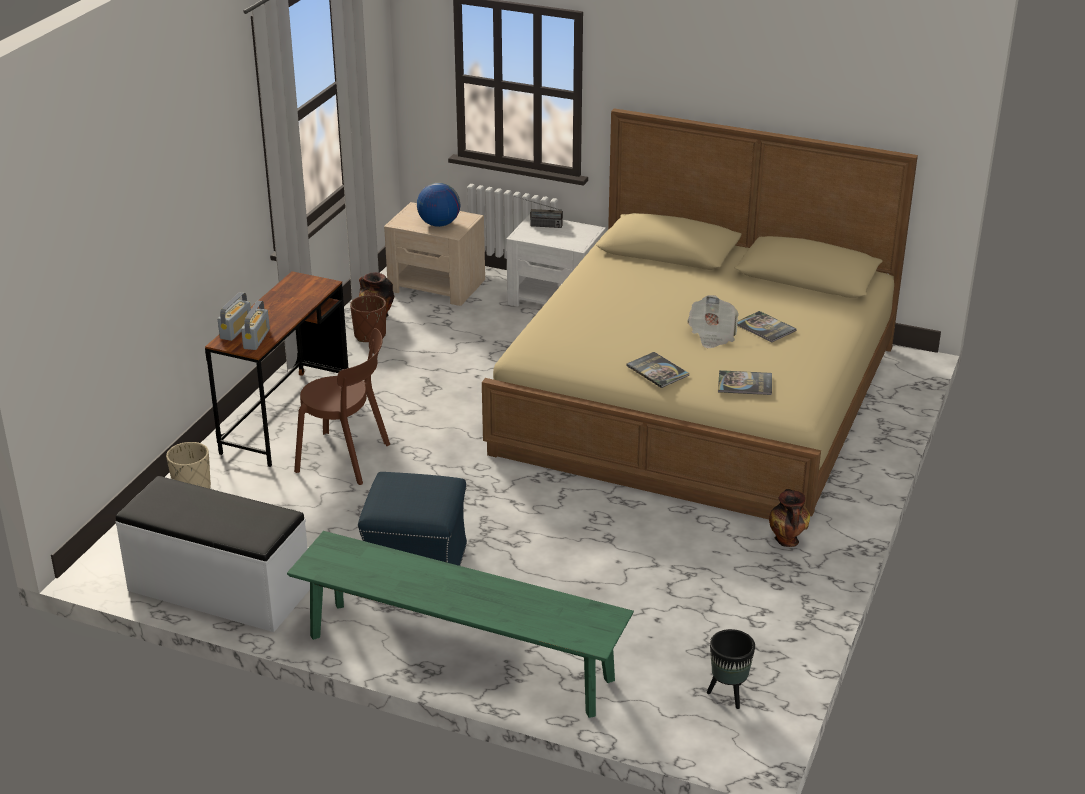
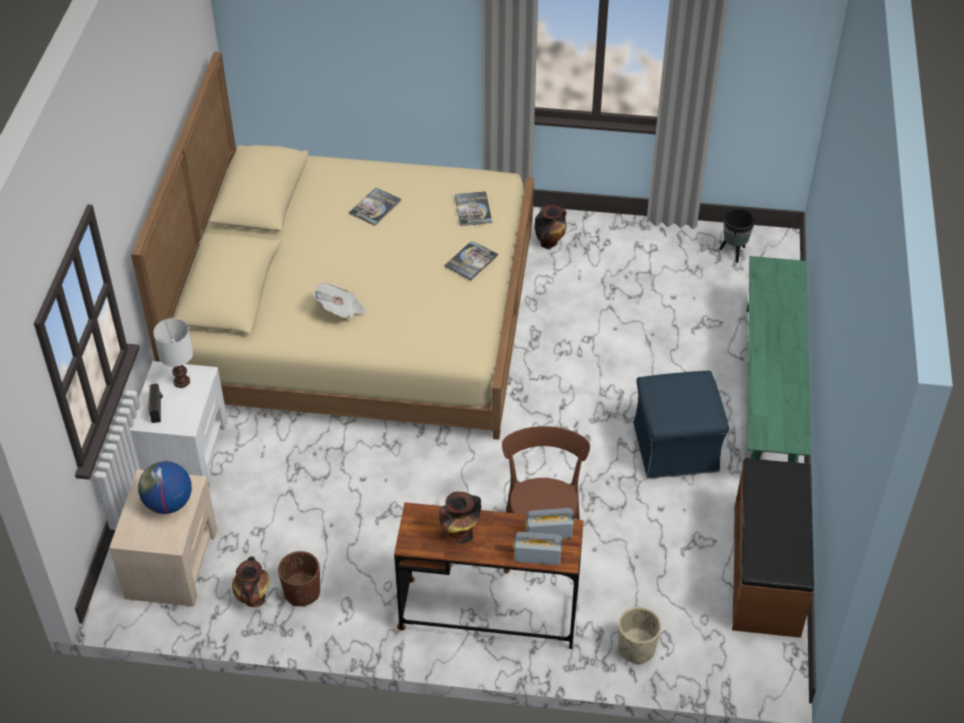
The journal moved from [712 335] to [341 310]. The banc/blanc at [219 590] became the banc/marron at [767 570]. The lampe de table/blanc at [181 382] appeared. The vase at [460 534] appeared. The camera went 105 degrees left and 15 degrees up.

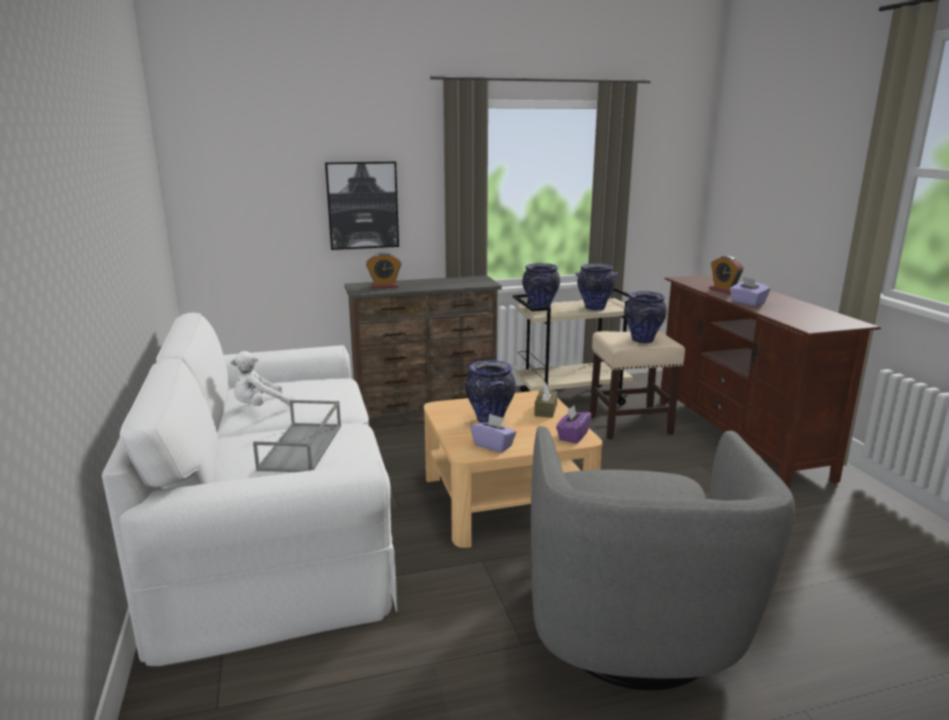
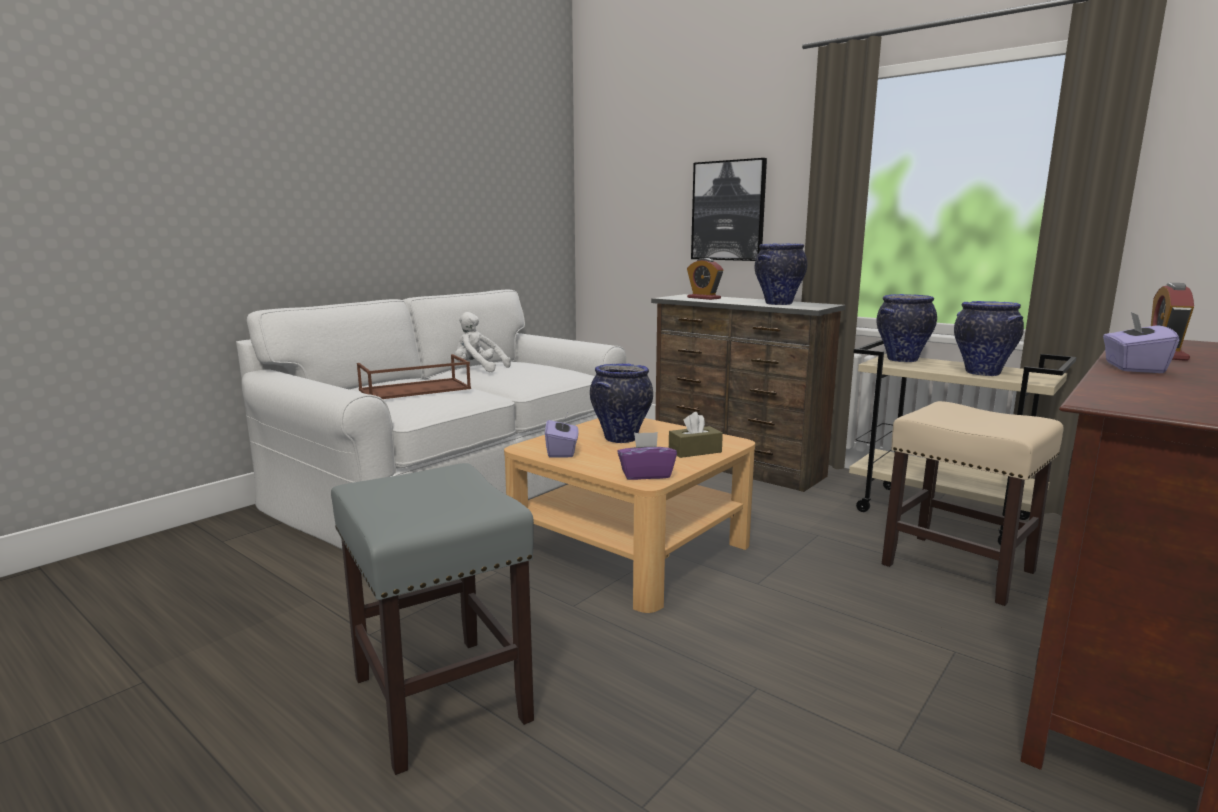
The vase moved from [642 340] to [778 304]. The plateau/gris at [302 447] became the plateau/marron at [414 390]. The fauteuil/gris at [631 632] was replaced by the tabouret/gris at [439 697]. The camera went 55 degrees right and 5 degrees down.

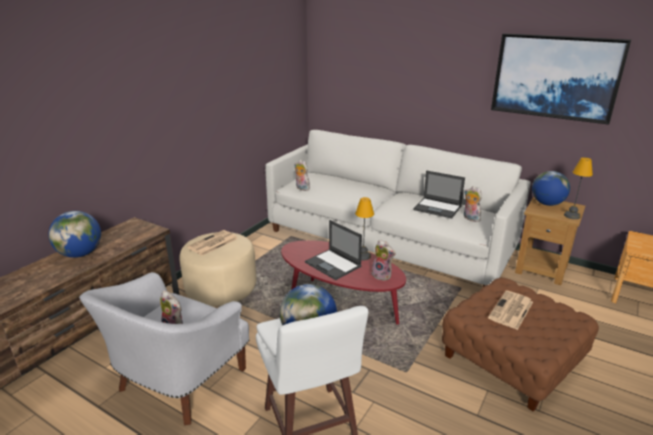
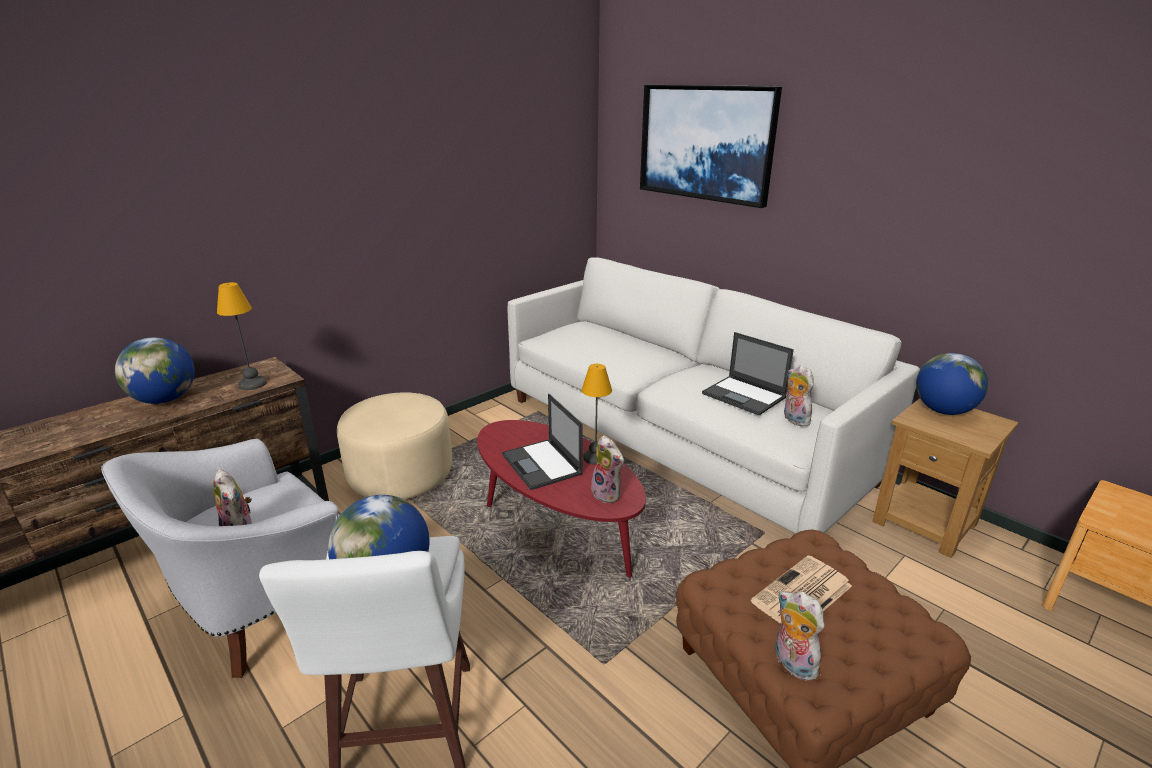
The tableau moved from [555 77] to [705 143]. The lampe de table moved from [571 215] to [253 384]. The peluche moved from [301 188] to [791 663]. The journal at [212 243] disappeared. The camera went 15 degrees right and 0 degrees up.

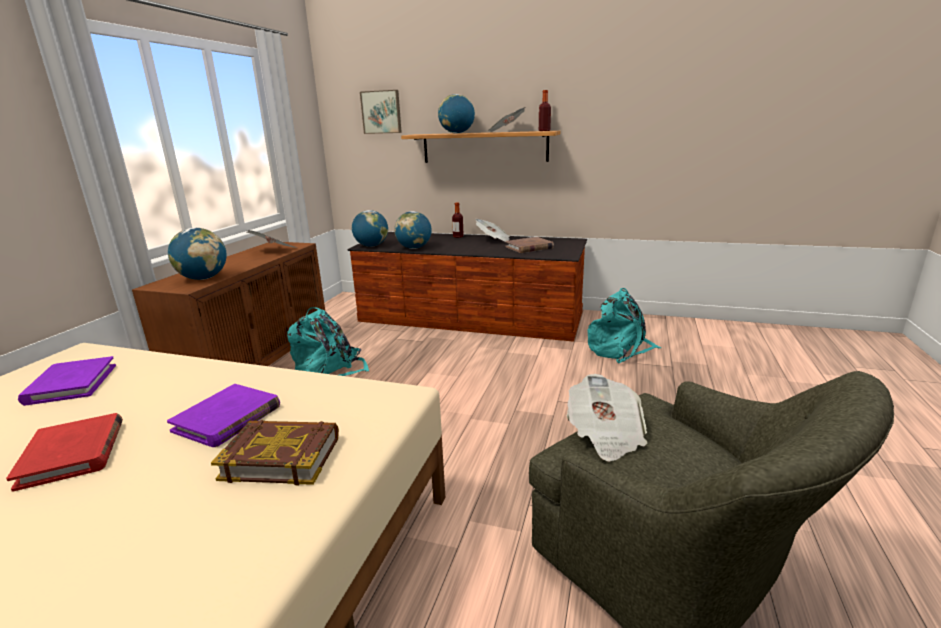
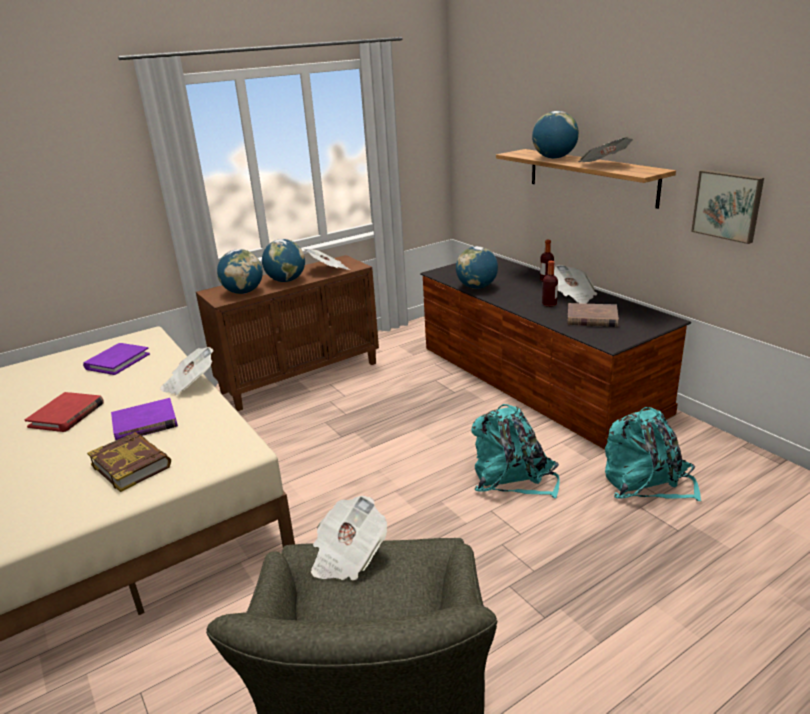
The tableau moved from [381 112] to [728 205]. The bouteille moved from [544 130] to [549 304]. The globe moved from [371 246] to [286 280]. The sac à dos/turquoise moved from [328 371] to [513 477]. The journal at [189 384] appeared. The camera went 40 degrees right and 5 degrees up.

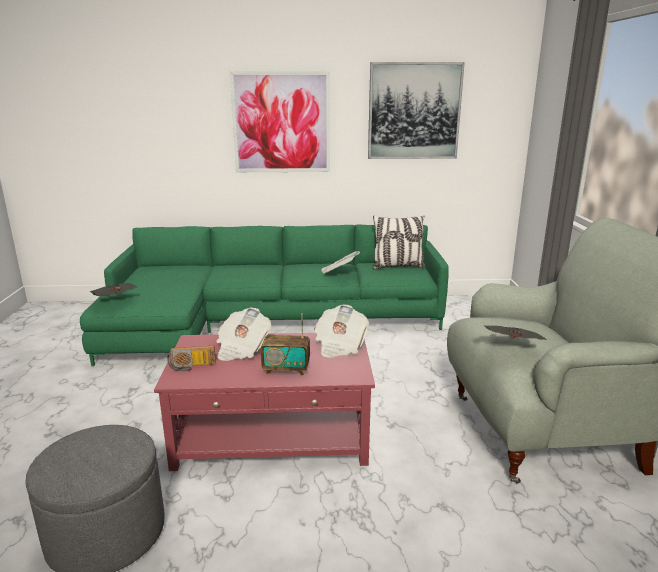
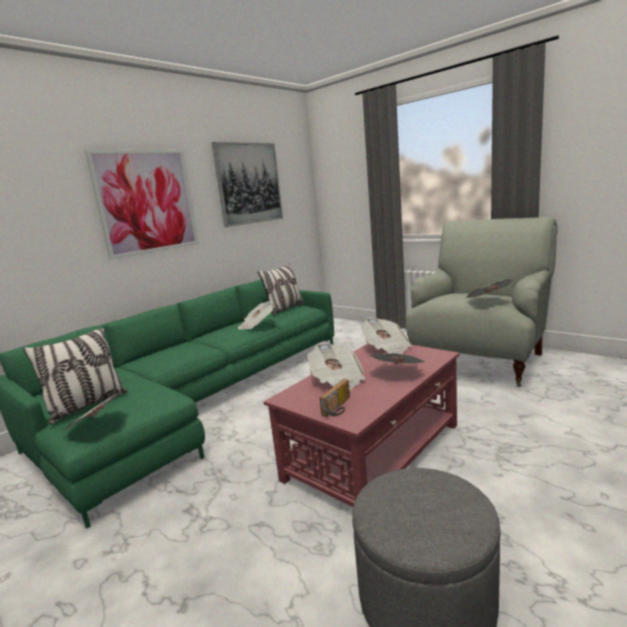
The radio at [286 369] was replaced by the journal at [398 373]. The coussin at [87 406] appeared. The camera went 45 degrees left and 5 degrees down.

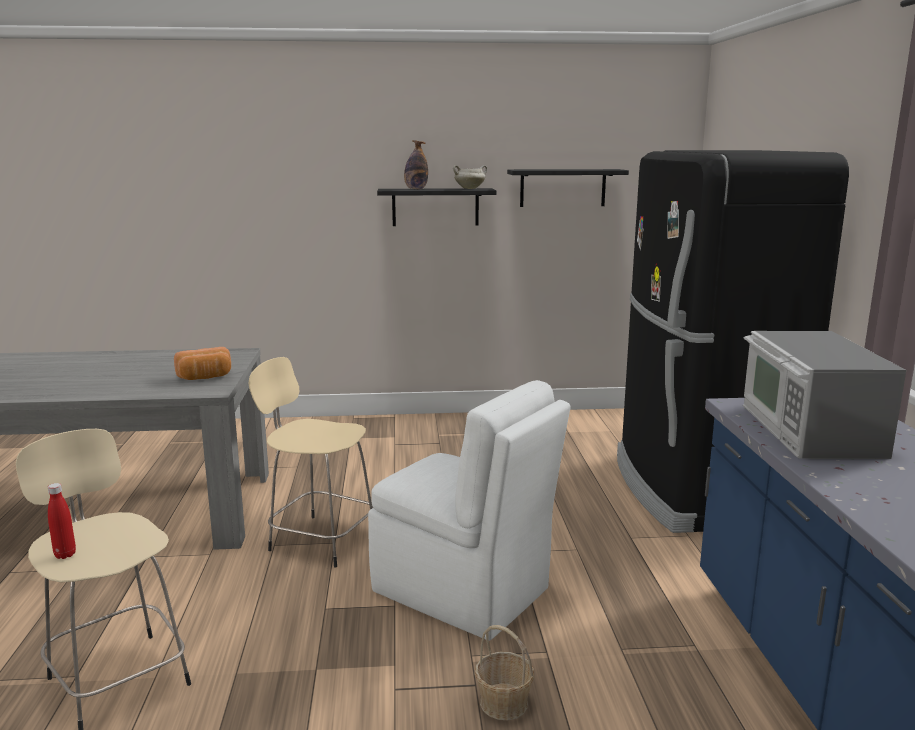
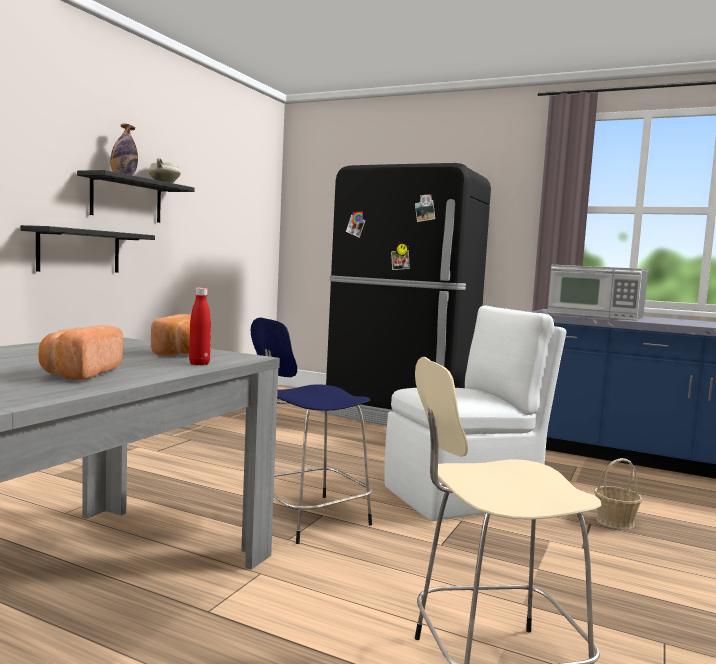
The étagère/noir moved from [562 187] to [79 251]. The tabouret/beige at [320 539] became the tabouret/bleu at [308 519]. The bouteille/rouge moved from [65 554] to [199 364]. The pain at [79 373] appeared. The camera went 60 degrees left and 10 degrees down.

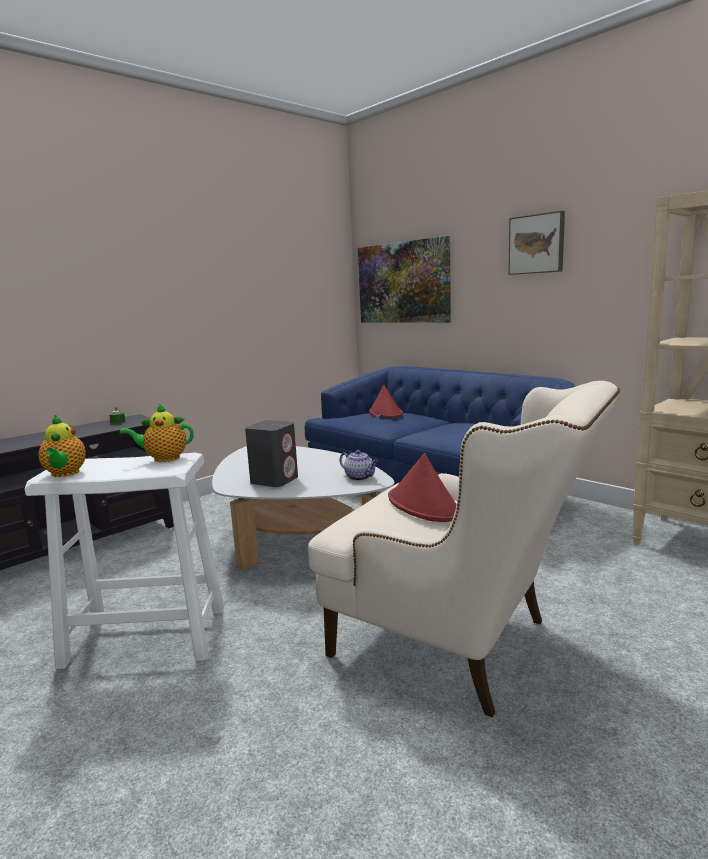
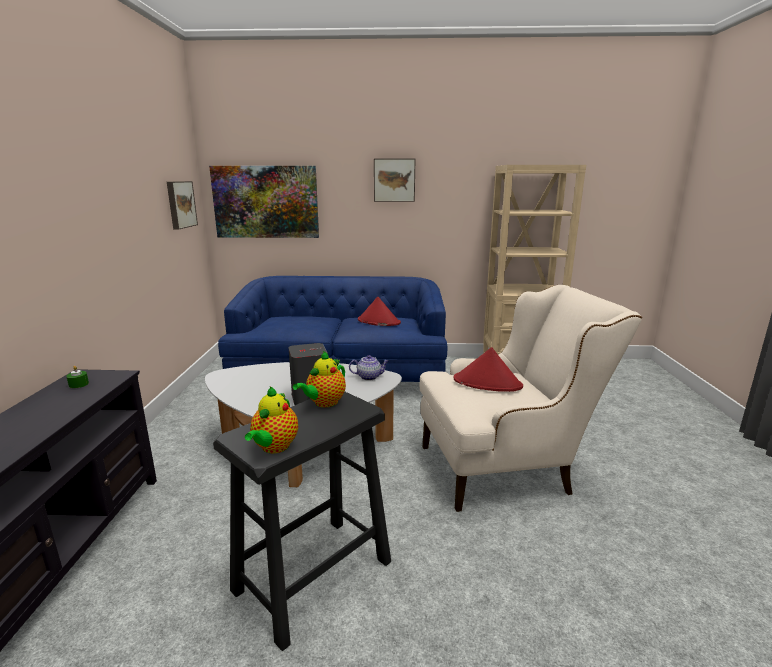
The chapeau/rouge moved from [385 413] to [378 321]. The théière at [65 474] turned 75 degrees clockwise. The tabouret/blanc at [147 636] became the tabouret/noir at [314 575]. The tableau at [180 204] appeared. The camera went 45 degrees left and 5 degrees up.

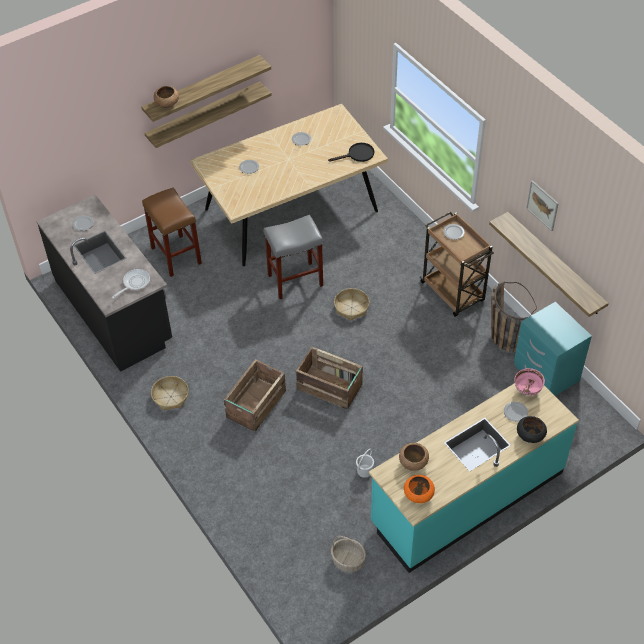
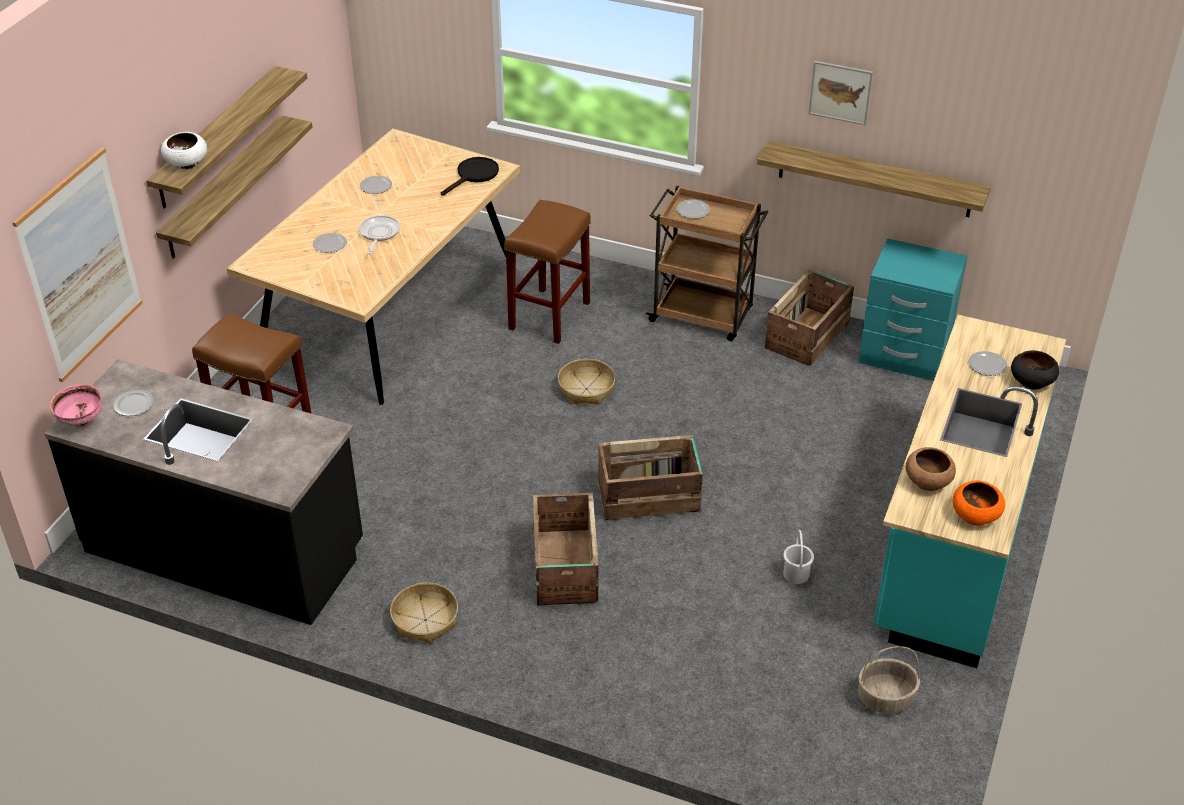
The bol/marron at [167 103] became the bol/blanc at [187 163]. The tabouret/gris at [294 281] disappeared. The poêle moved from [134 283] to [379 234]. The panier at [502 333] was replaced by the caisse at [808 335]. The bol/rose moved from [527 390] to [82 421]. The tableau at [80 265] appeared. The tabouret/marron at [549 316] appeared. The camera went 35 degrees left and 10 degrees down.

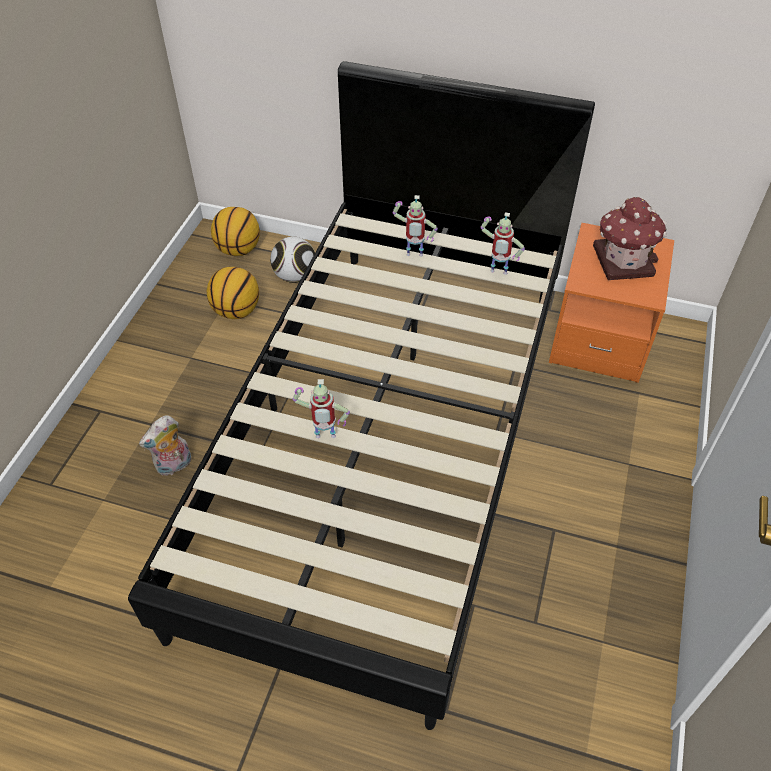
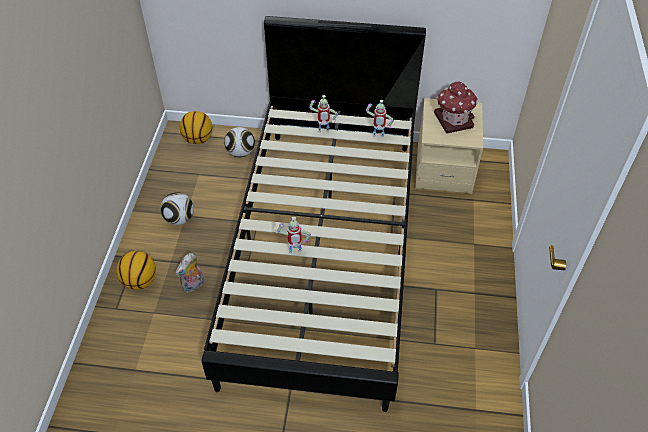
The table de chevet/orange at [599 339] became the table de chevet/beige at [444 169]. The ballon de basket moved from [236 311] to [140 281]. The ballon de foot at [179 219] appeared. The camera went 10 degrees left and 0 degrees up.

